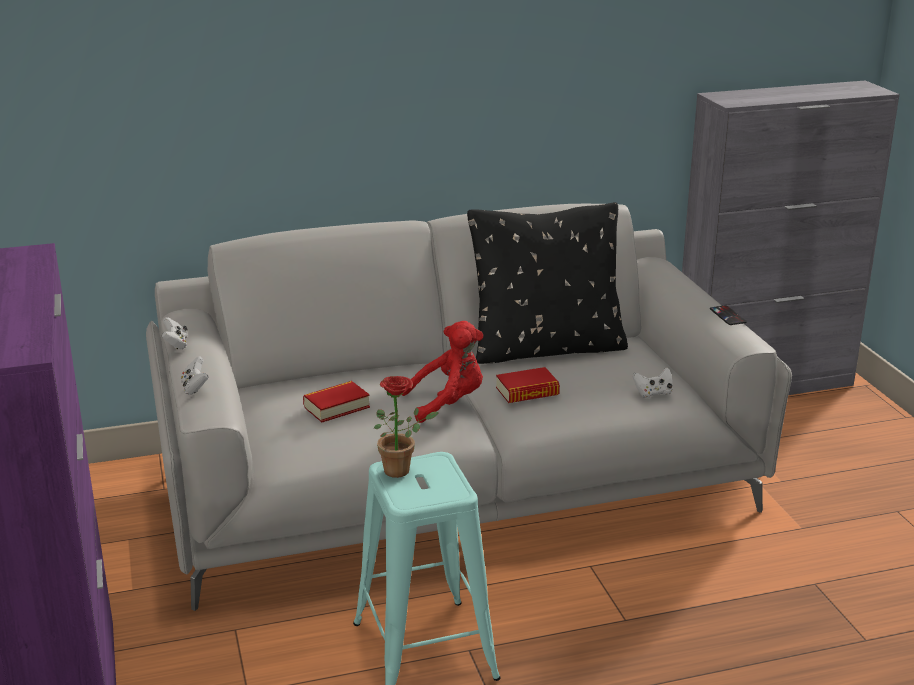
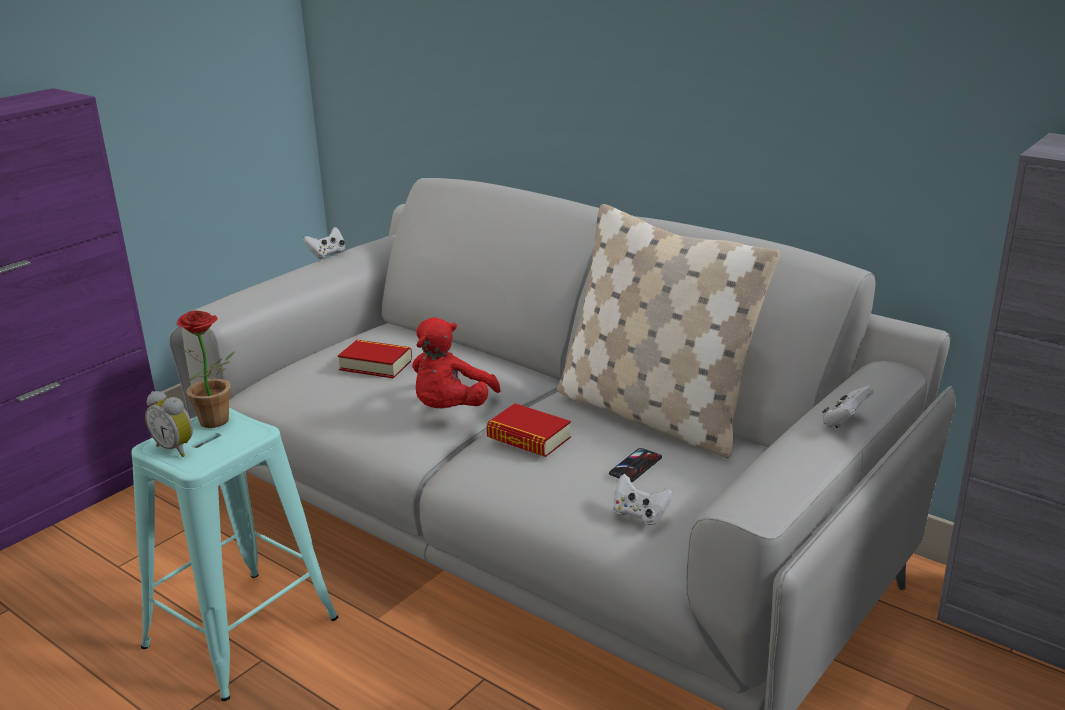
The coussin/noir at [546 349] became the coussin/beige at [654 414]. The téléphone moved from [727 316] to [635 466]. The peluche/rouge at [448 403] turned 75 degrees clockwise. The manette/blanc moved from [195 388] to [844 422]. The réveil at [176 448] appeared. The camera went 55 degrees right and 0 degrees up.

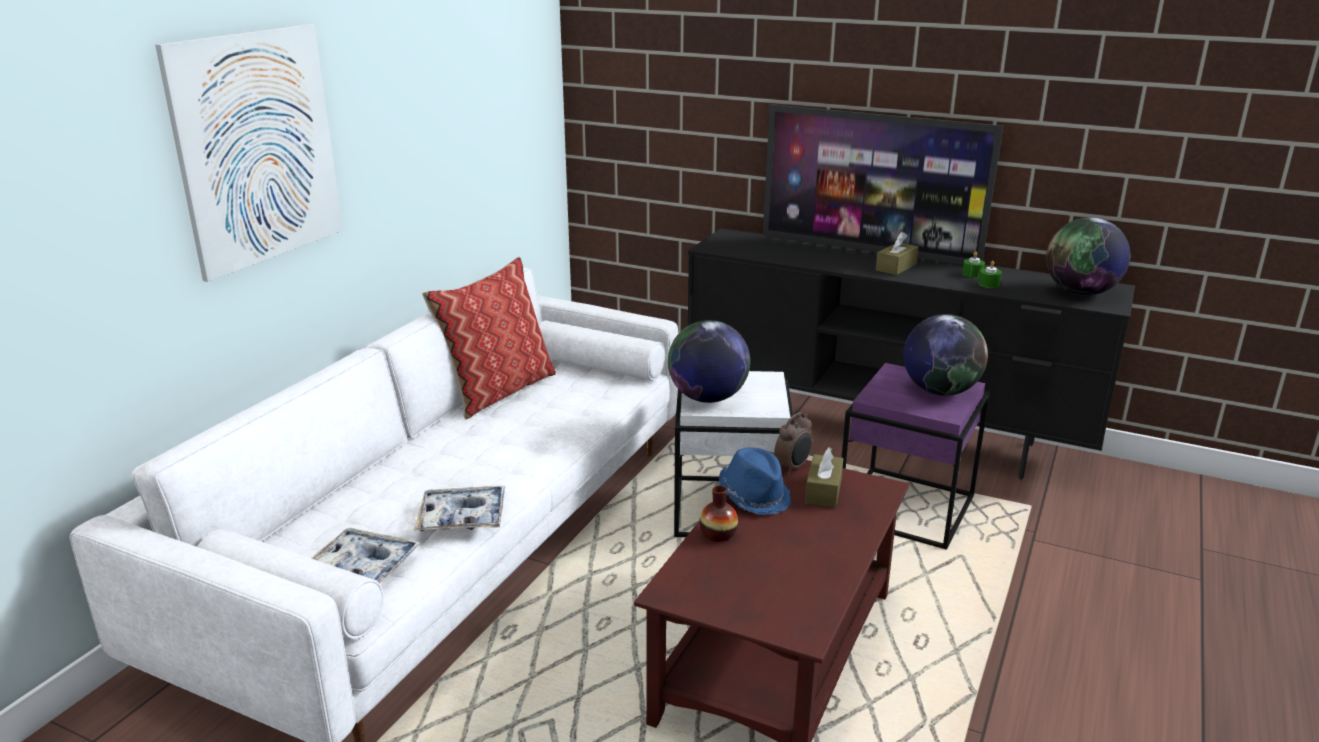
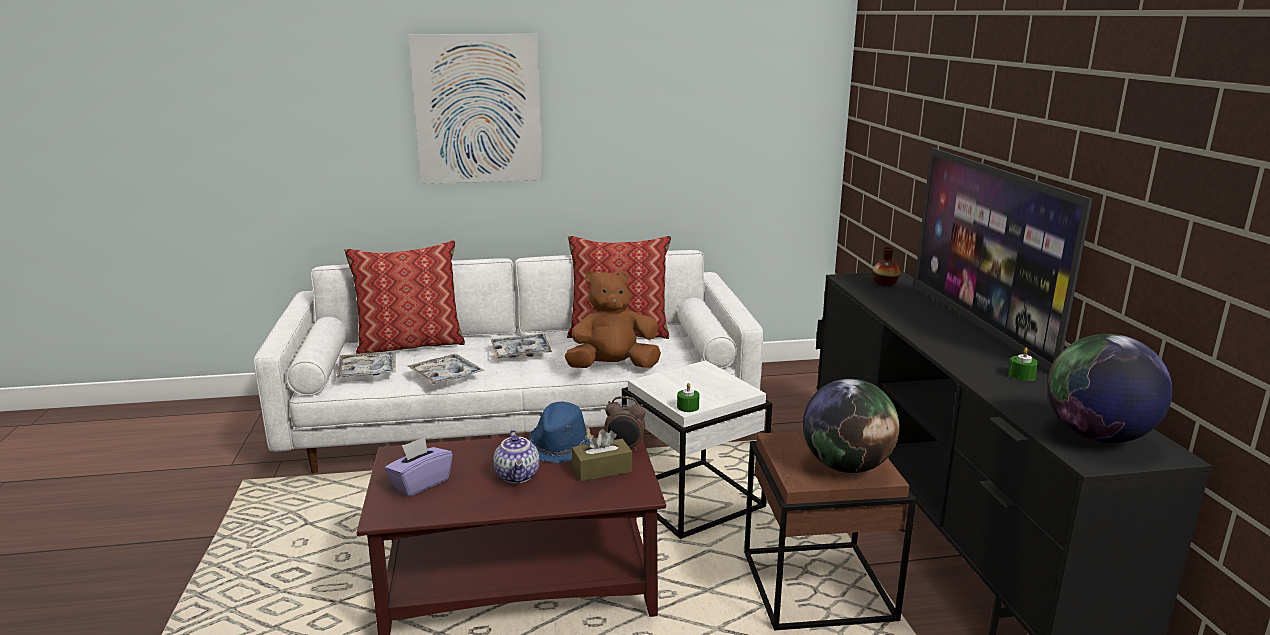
The boîte à mouchoirs/marron at [896 267] disappeared. The bougie/vert moved from [989 284] to [688 407]. The globe at [707 398] disappeared. The table d'appoint/violet at [907 508] became the table d'appoint/marron at [819 587]. The vase moved from [718 534] to [884 283]. The coussin at [410 344] appeared. The peluche/marron at [612 367] appeared. The plateau at [521 352] appeared. The théière at [518 476] appeared. The boîte à mouchoirs/violet at [420 483] appeared. The camera went 55 degrees right and 5 degrees down.

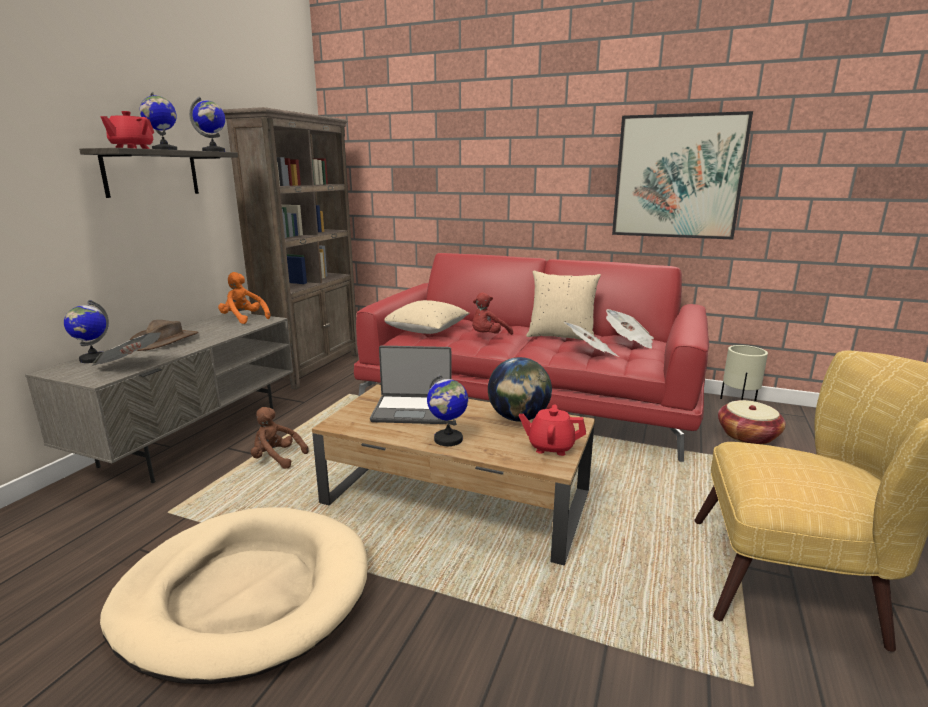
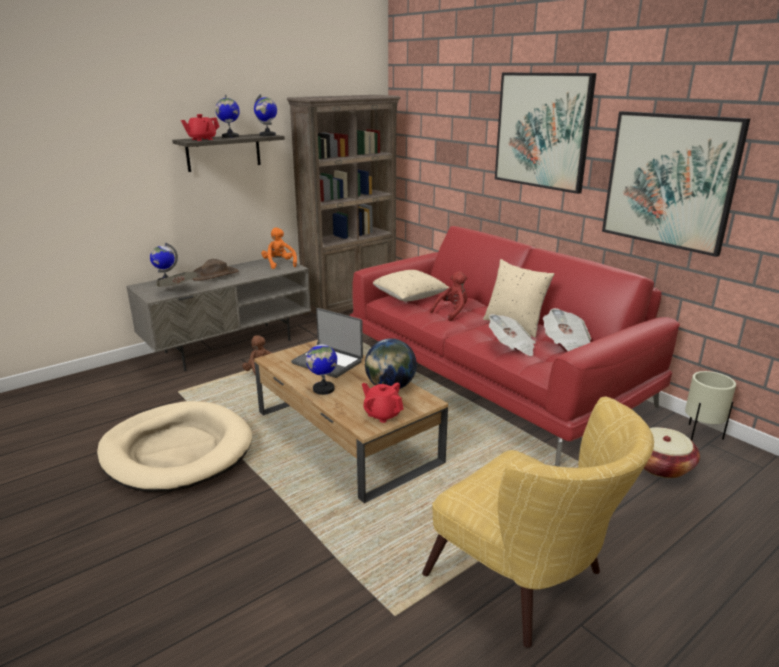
The peluche/rouge at [488 336] turned 150 degrees clockwise. The tableau at [542 131] appeared. The camera went 30 degrees right and 5 degrees up.

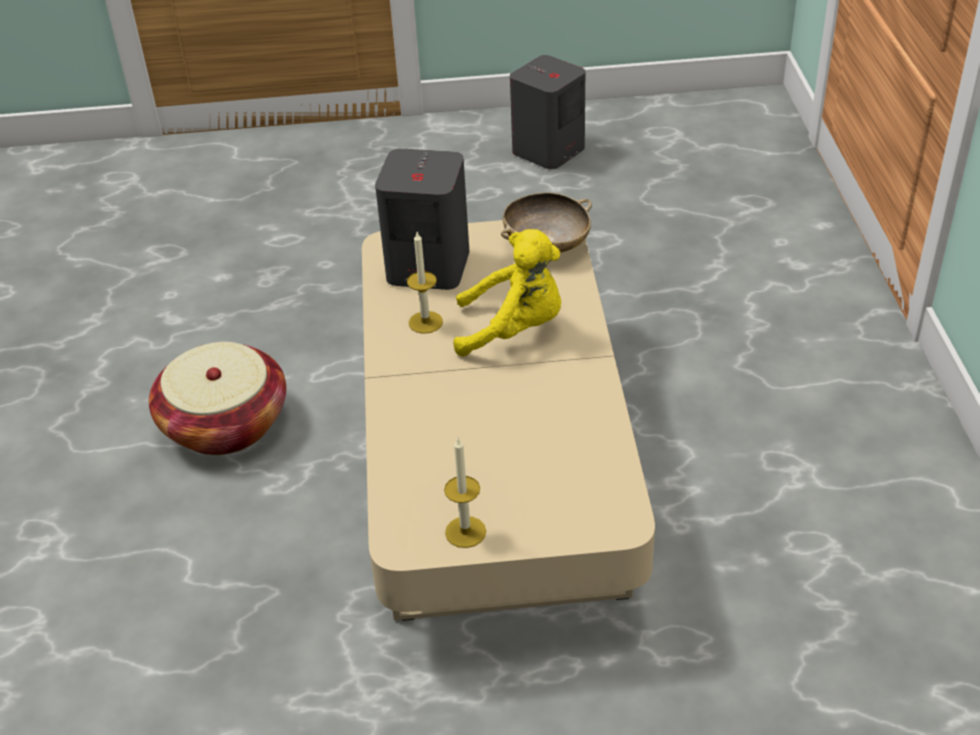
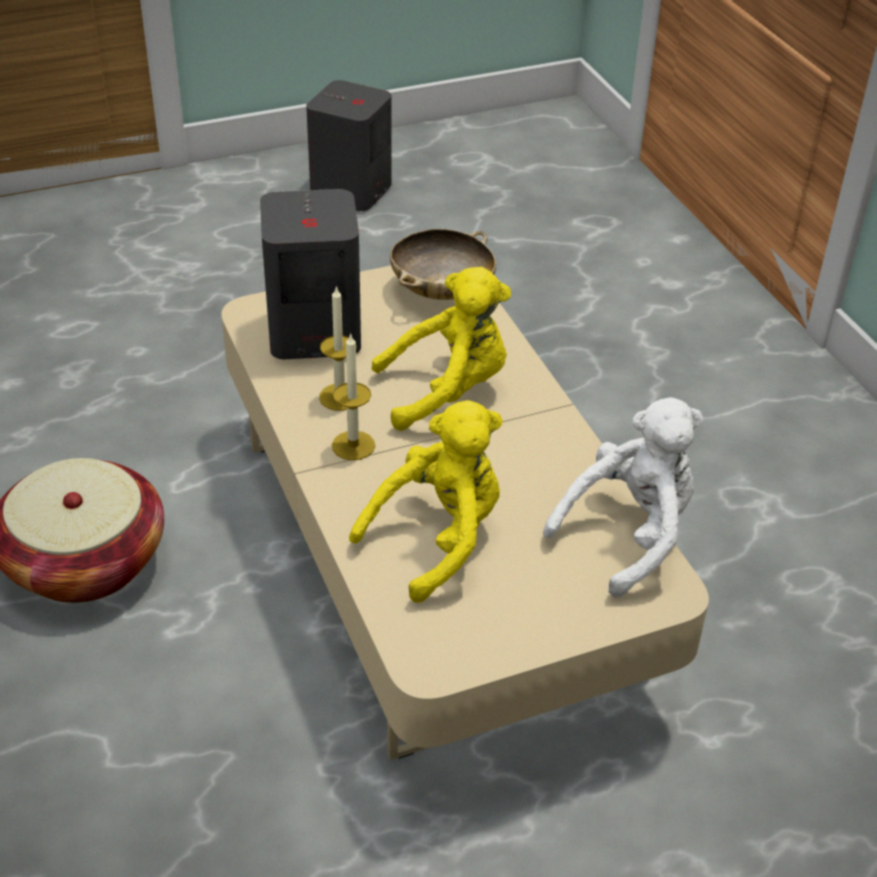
The bougie moved from [465 532] to [353 445]. The peluche/blanc at [629 534] appeared. The peluche/jaune at [438 538] appeared. The camera went 20 degrees left and 0 degrees up.

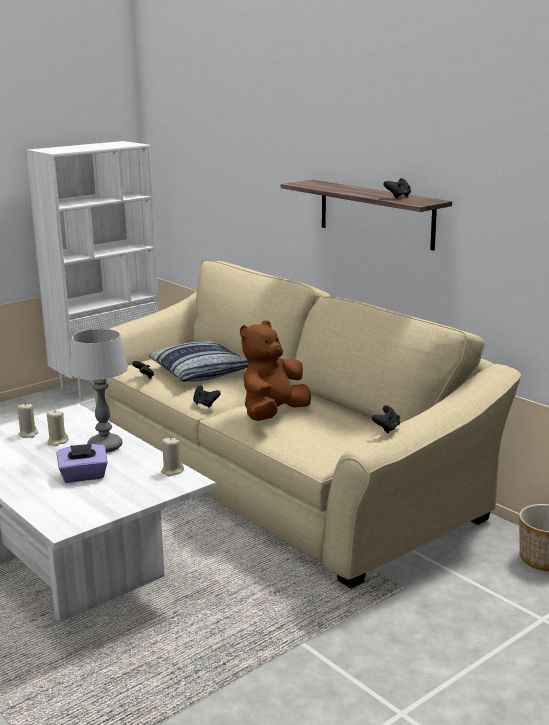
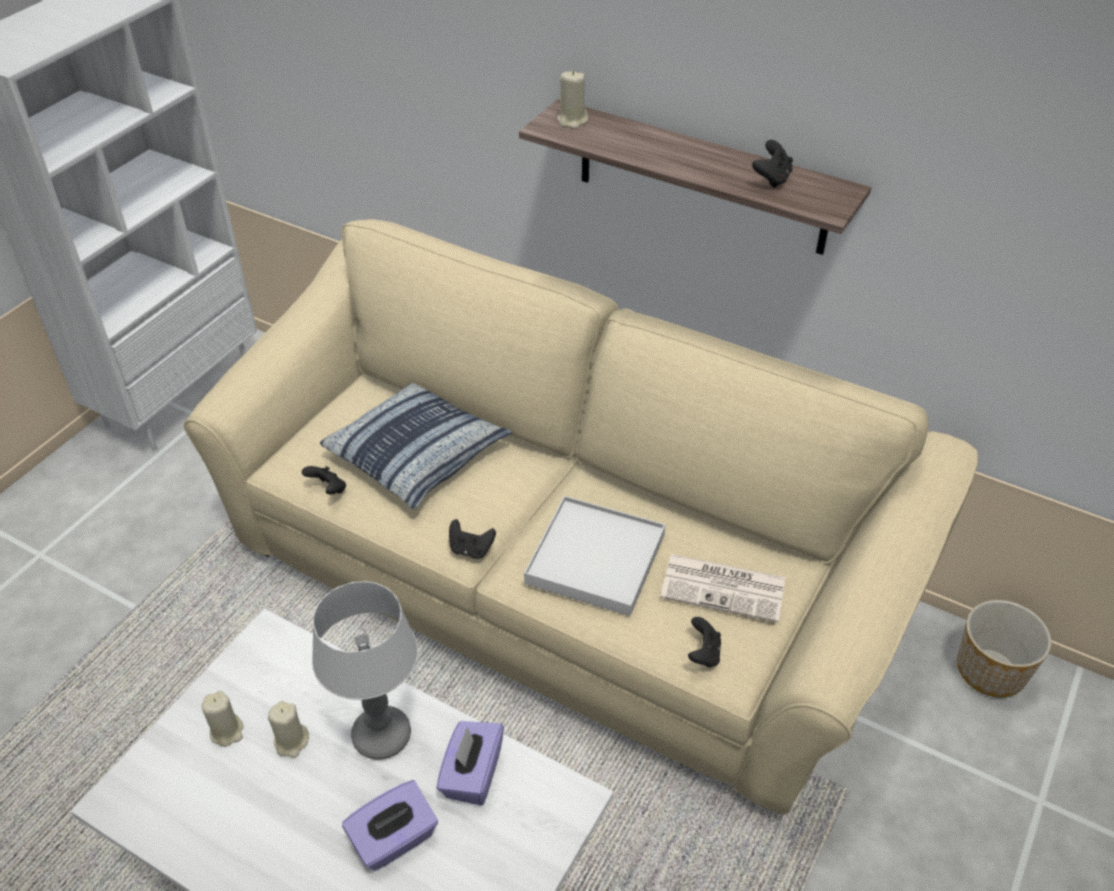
The peluche/marron at [273 414] was replaced by the plateau/blanc at [595 558]. The manette/noir moved from [387 429] to [703 653]. The bougie/beige moved from [172 471] to [572 121]. The journal at [725 588] appeared. The boîte à mouchoirs/violet at [472 774] appeared. The camera went 20 degrees left and 25 degrees up.

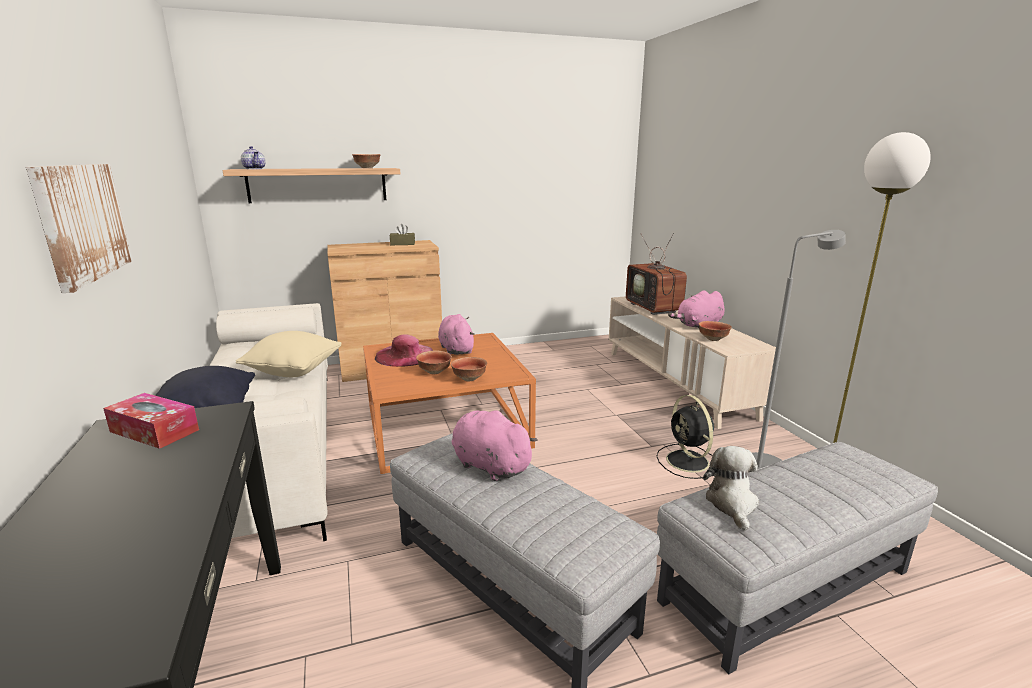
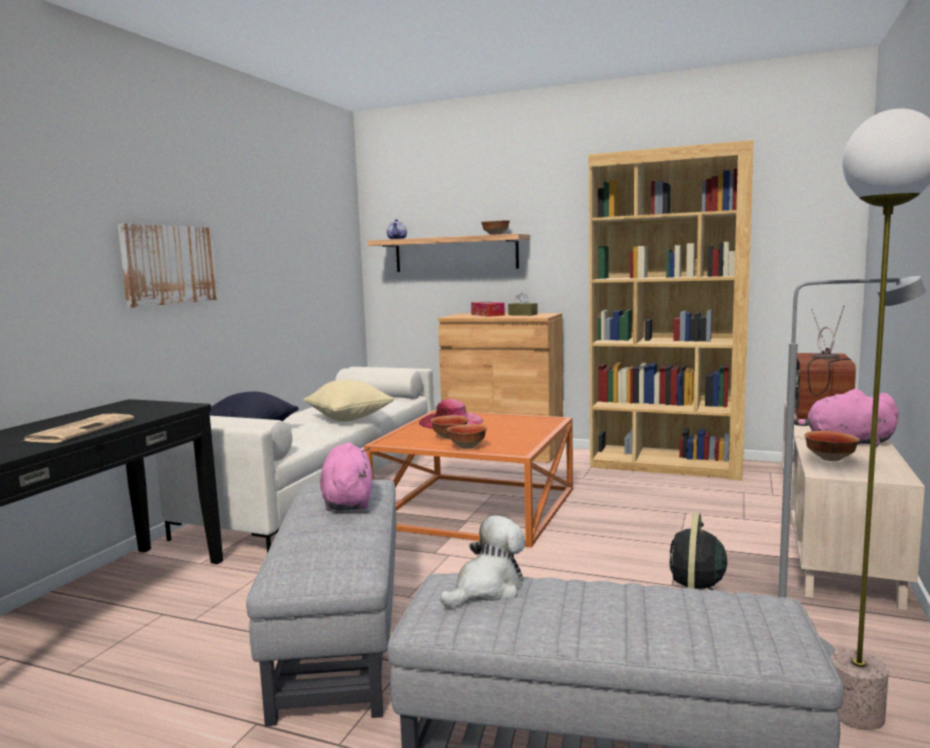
The peluche/rose at [456 349] disappeared. The boîte à mouchoirs moved from [154 431] to [487 315]. The bibliothèque/marron at [666 465] appeared. The journal at [81 430] appeared. The camera went 40 degrees right and 10 degrees down.

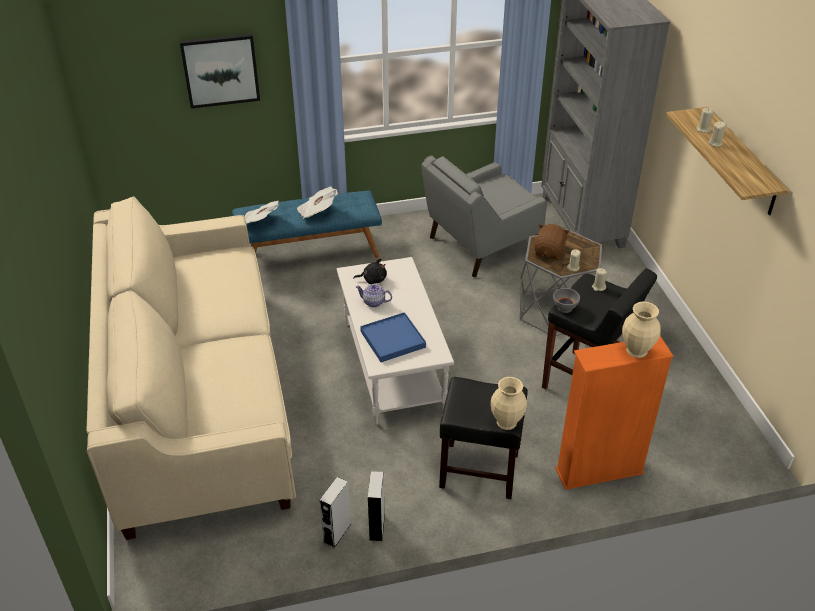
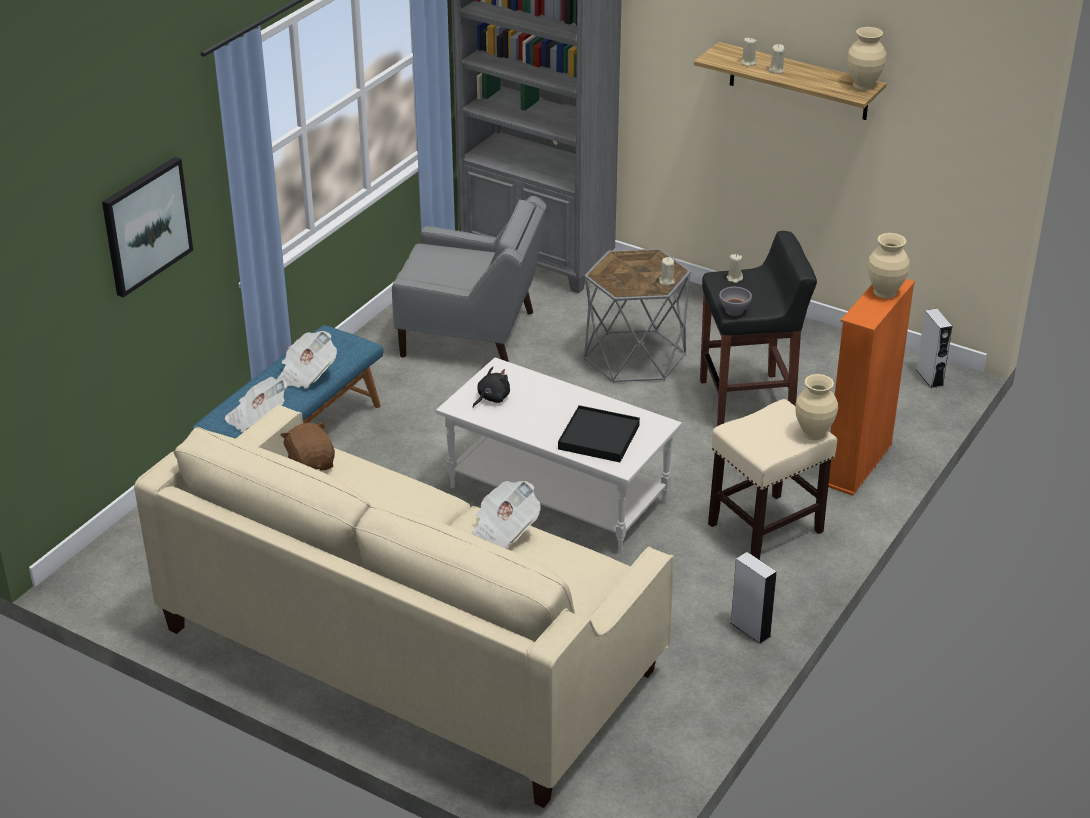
The fauteuil/gris at [481 245] turned 90 degrees counterclockwise. The peluche/marron moved from [549 252] to [311 464]. The théière at [373 302] disappeared. The plateau/bleu at [392 339] became the plateau/noir at [598 437]. The tabouret/noir at [480 470] became the tabouret/beige at [766 527]. The enceinte/gris moved from [337 533] to [929 377]. The vase/beige at [862 84] appeared. The journal at [503 530] appeared. The camera went 45 degrees left and 5 degrees down.

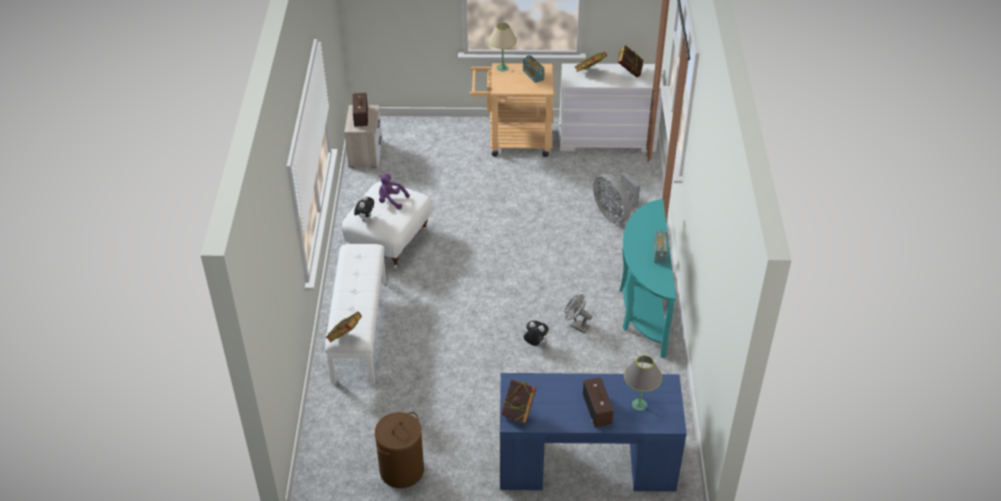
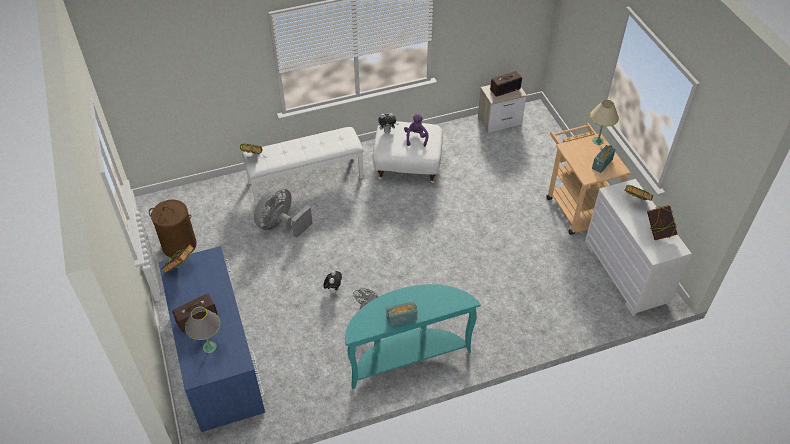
The ventilateur/gris moved from [614 214] to [281 225]. The camera went 70 degrees right and 5 degrees up.

